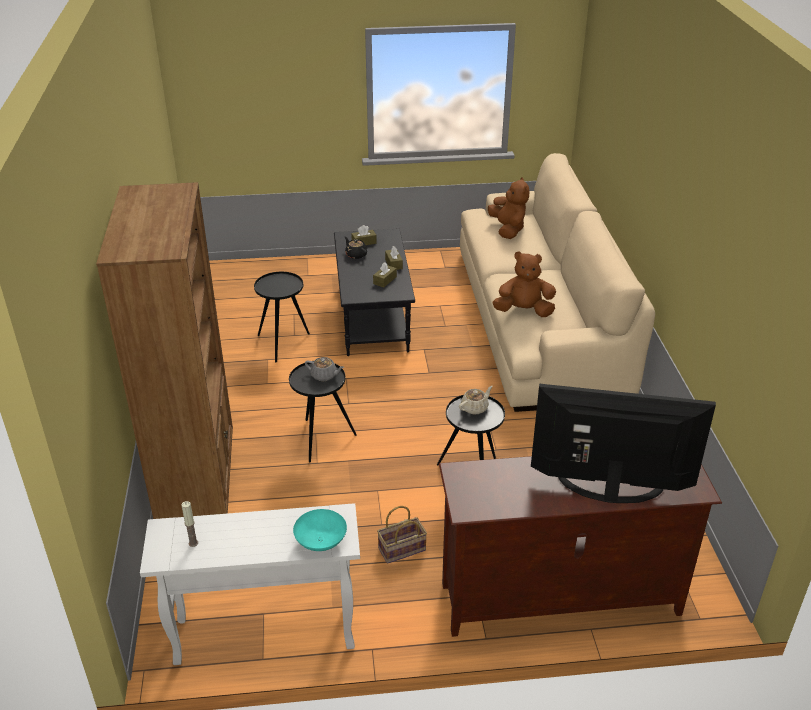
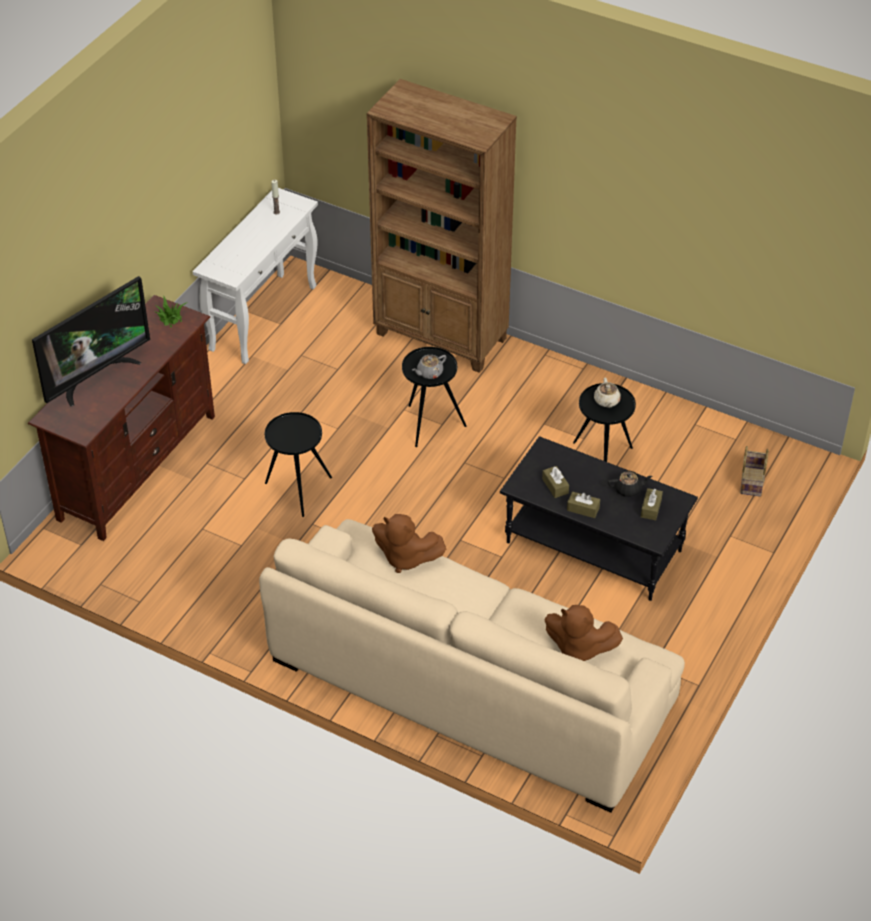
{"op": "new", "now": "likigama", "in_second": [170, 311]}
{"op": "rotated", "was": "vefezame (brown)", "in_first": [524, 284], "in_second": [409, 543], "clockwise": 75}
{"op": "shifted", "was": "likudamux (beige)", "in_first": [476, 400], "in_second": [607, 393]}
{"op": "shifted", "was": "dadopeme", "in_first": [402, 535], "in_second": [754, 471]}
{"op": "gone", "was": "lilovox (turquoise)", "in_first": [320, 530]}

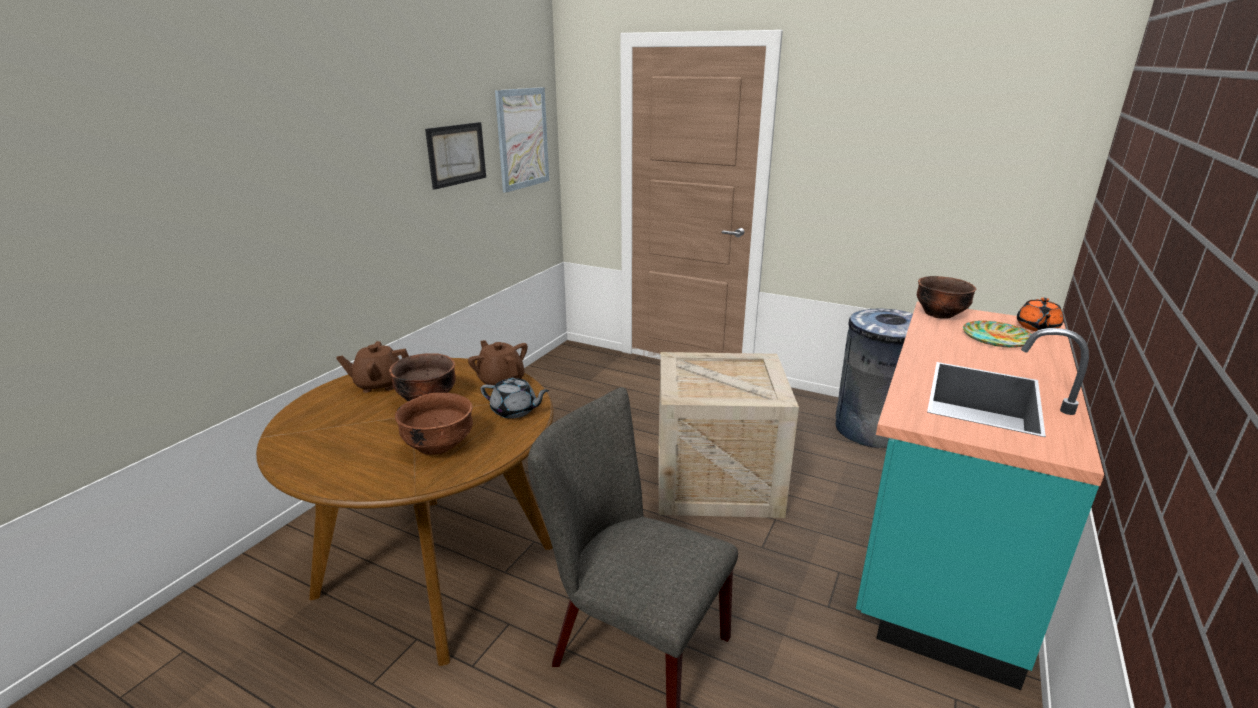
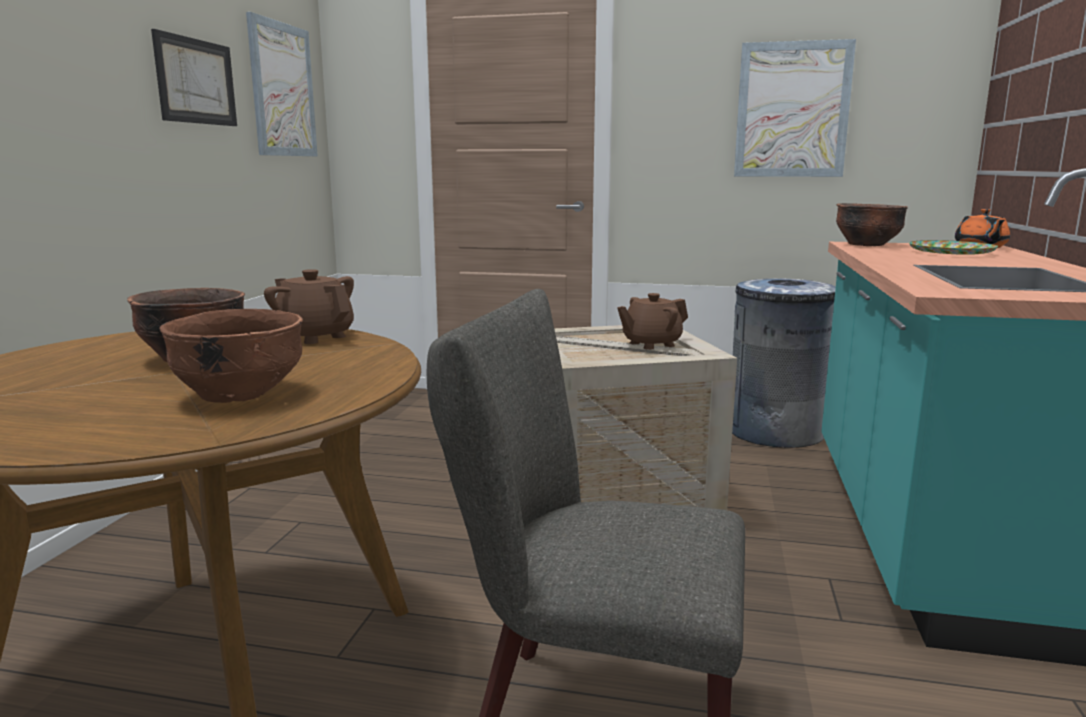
{"op": "shifted", "was": "likudamux (brown)", "in_first": [372, 367], "in_second": [652, 321]}
{"op": "new", "now": "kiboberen", "in_second": [795, 108]}
{"op": "gone", "was": "likudamux (grey)", "in_first": [514, 398]}

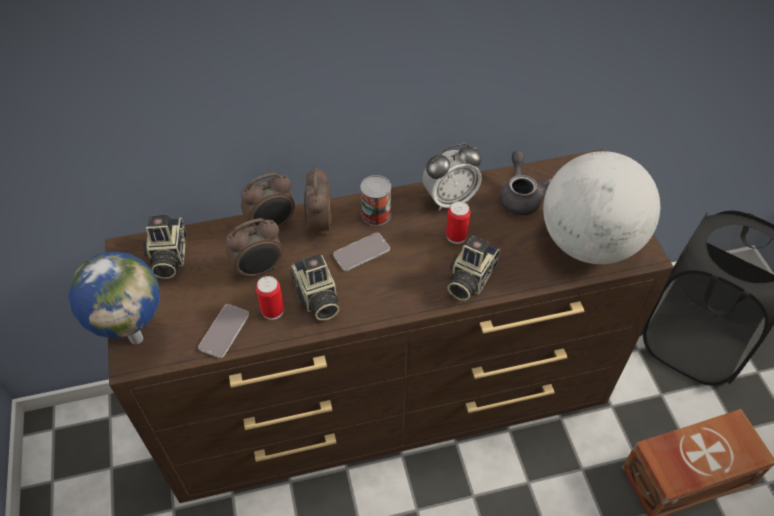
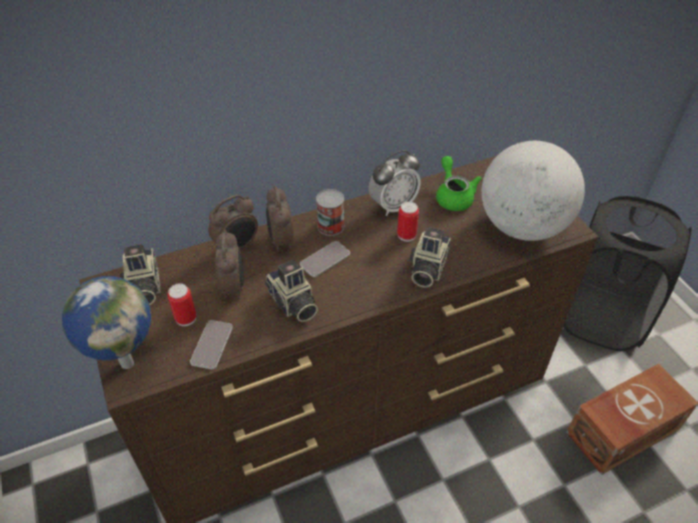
{"op": "shifted", "was": "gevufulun", "in_first": [270, 298], "in_second": [181, 304]}
{"op": "rotated", "was": "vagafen", "in_first": [254, 249], "in_second": [229, 264], "clockwise": -60}
{"op": "repainted", "was": "likudamux (grey)", "now": "likudamux (green)", "in_first": [525, 183], "in_second": [459, 183]}

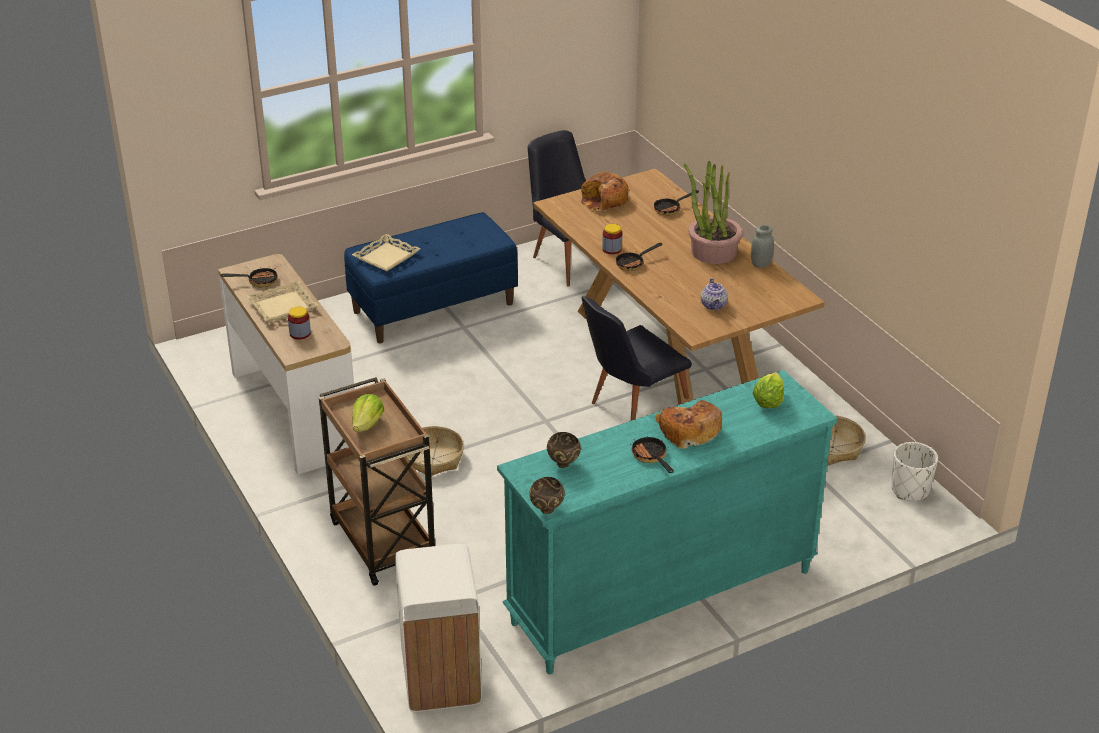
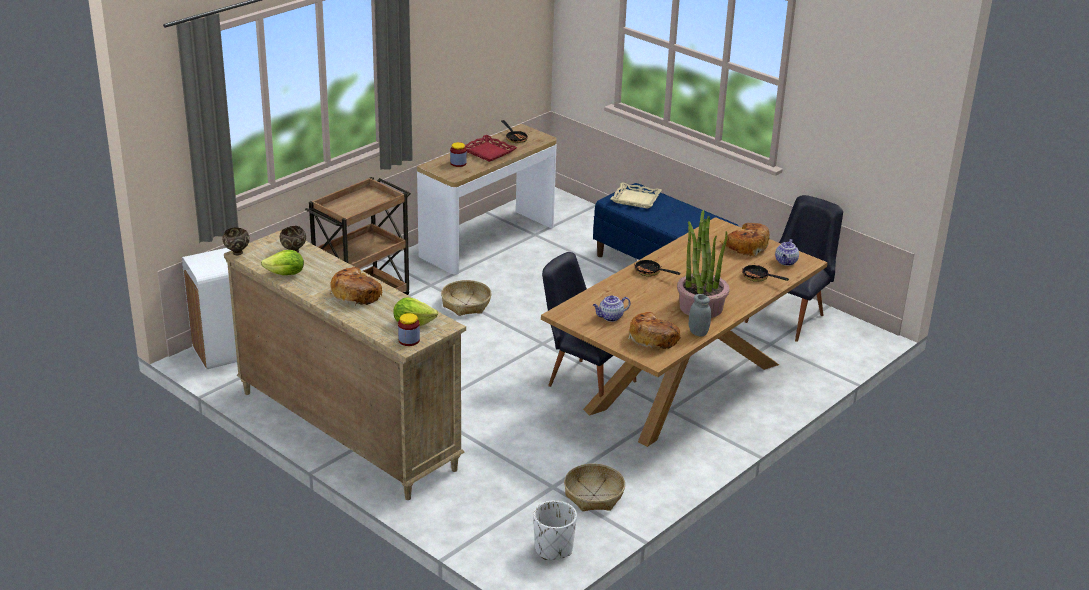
{"op": "repainted", "was": "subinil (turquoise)", "now": "subinil (beige)", "in_first": [667, 522], "in_second": [345, 364]}
{"op": "shifted", "was": "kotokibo", "in_first": [368, 413], "in_second": [282, 262]}
{"op": "shifted", "was": "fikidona", "in_first": [612, 239], "in_second": [409, 329]}
{"op": "repainted", "was": "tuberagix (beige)", "now": "tuberagix (red)", "in_first": [283, 302], "in_second": [491, 148]}
{"op": "new", "now": "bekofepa", "in_second": [654, 331]}
{"op": "new", "now": "likudamux", "in_second": [787, 252]}
{"op": "gone", "was": "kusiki", "in_first": [653, 454]}

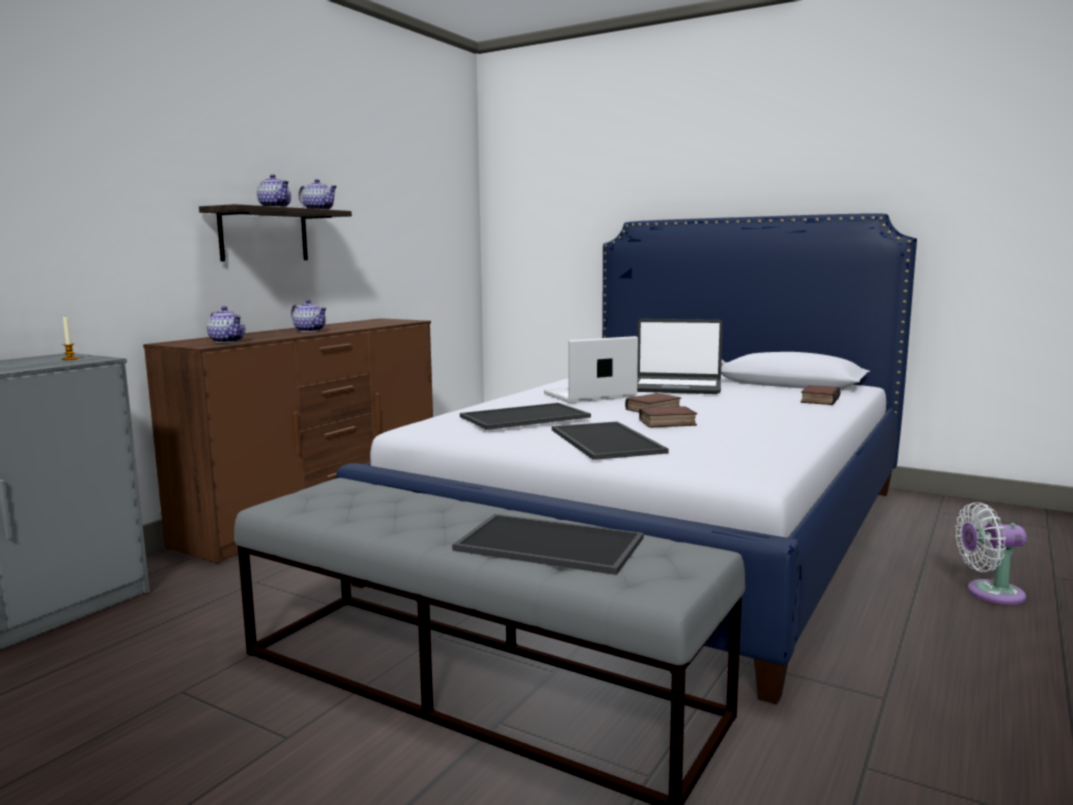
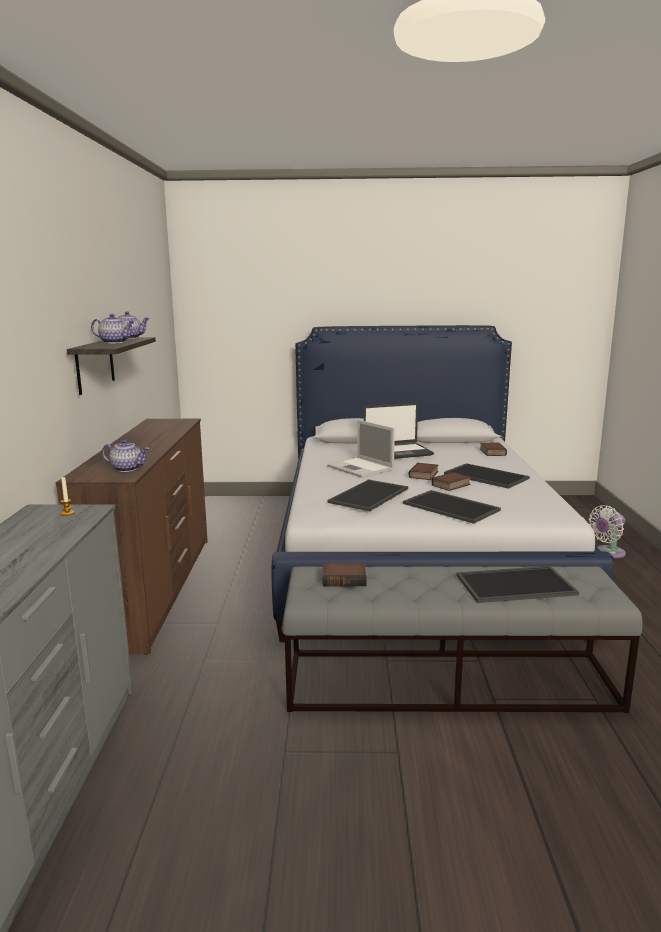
{"op": "new", "now": "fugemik", "in_second": [345, 575]}
{"op": "rotated", "was": "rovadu", "in_first": [591, 369], "in_second": [361, 449], "clockwise": -75}
{"op": "new", "now": "tuberagix", "in_second": [487, 476]}
{"op": "gone", "was": "likudamux", "in_first": [309, 316]}

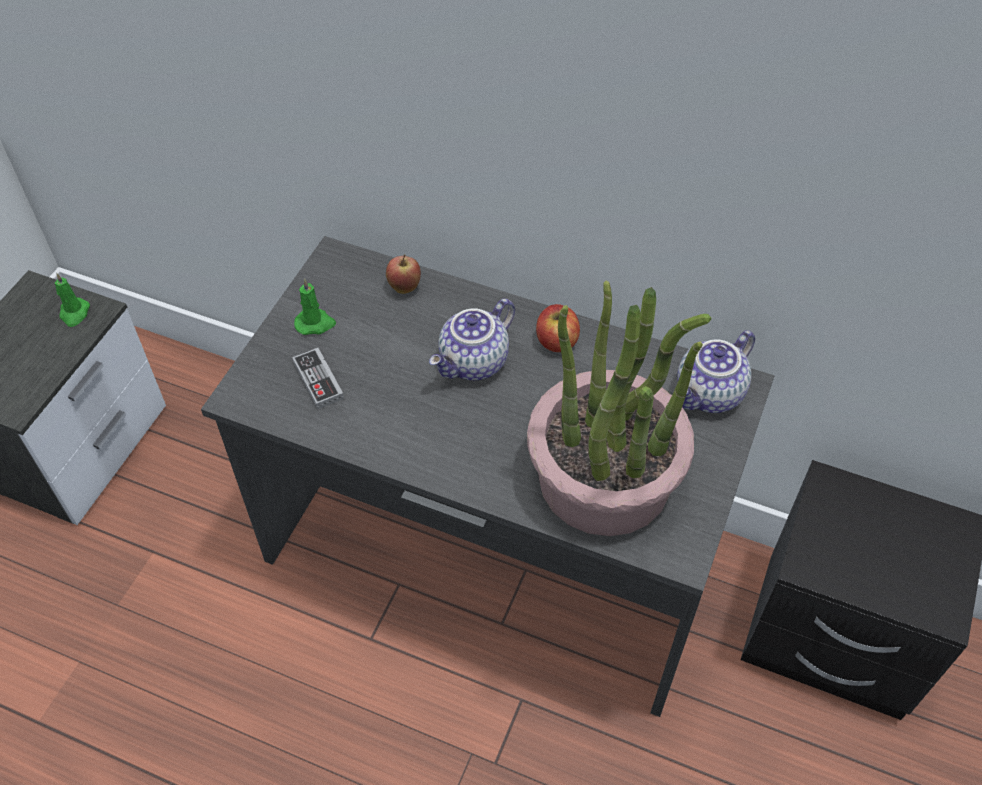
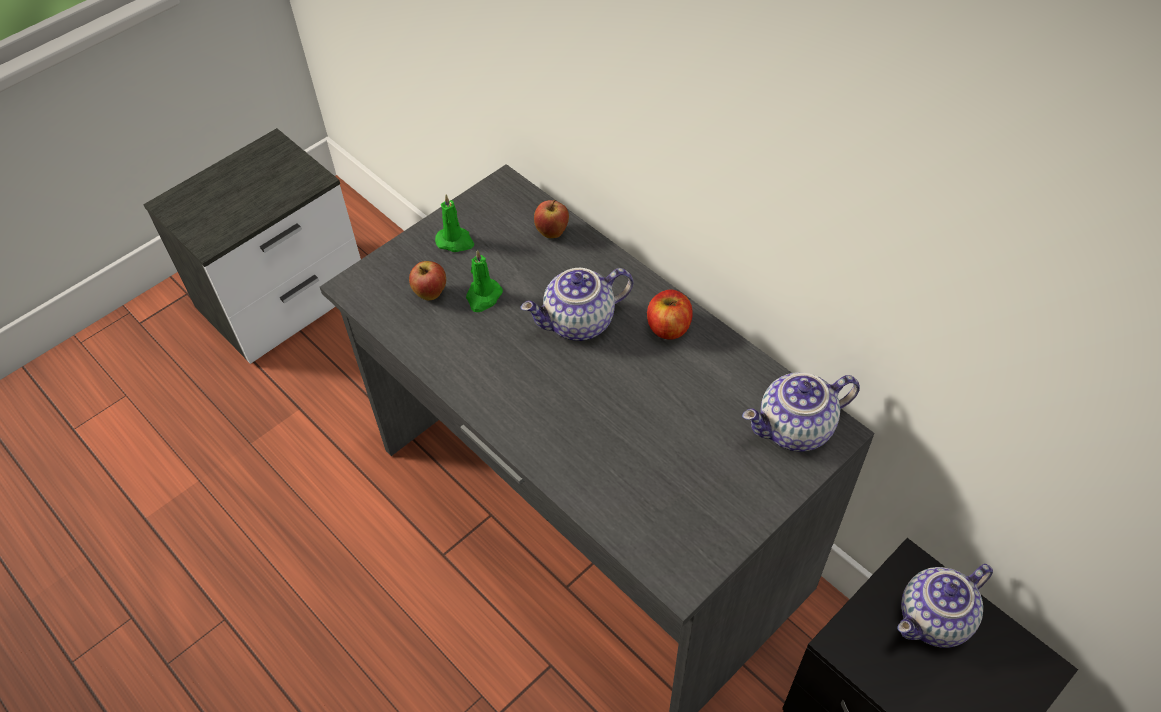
{"op": "swapped", "was": "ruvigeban", "now": "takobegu", "in_first": [318, 378], "in_second": [427, 280]}
{"op": "shifted", "was": "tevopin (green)", "in_first": [72, 300], "in_second": [484, 281]}
{"op": "new", "now": "likudamux", "in_second": [945, 606]}
{"op": "gone", "was": "likigama", "in_first": [619, 408]}

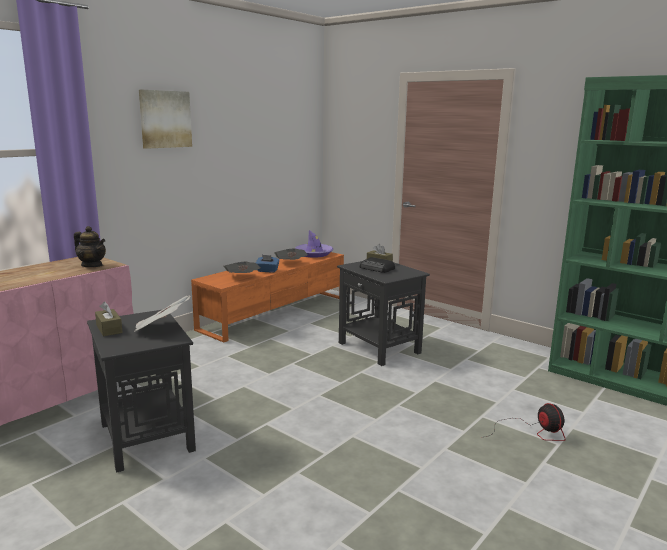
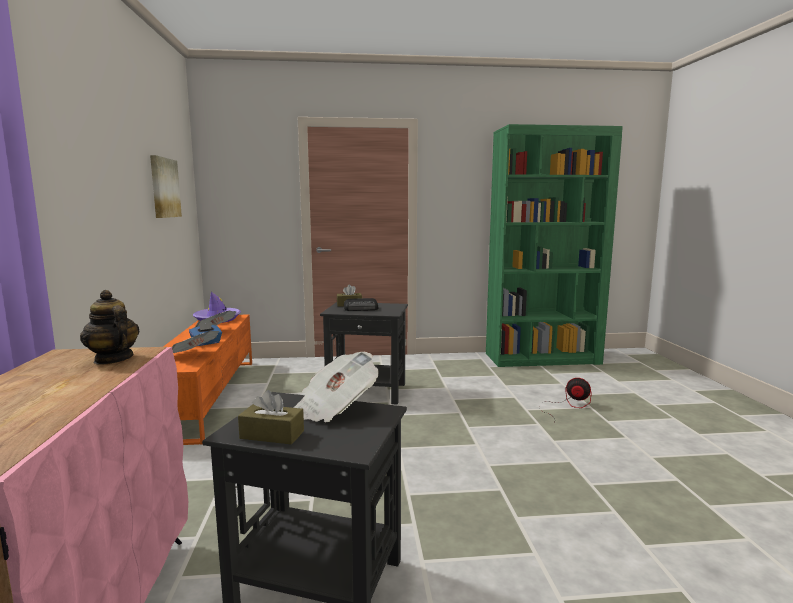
{"op": "rotated", "was": "likudamux", "in_first": [90, 246], "in_second": [109, 327], "clockwise": -120}
{"op": "shifted", "was": "kiboberen", "in_first": [165, 119], "in_second": [166, 186]}

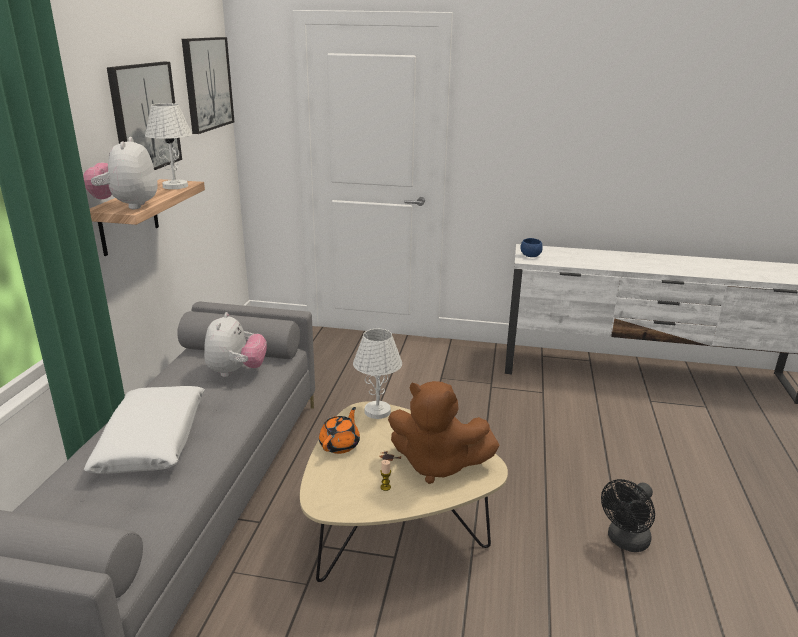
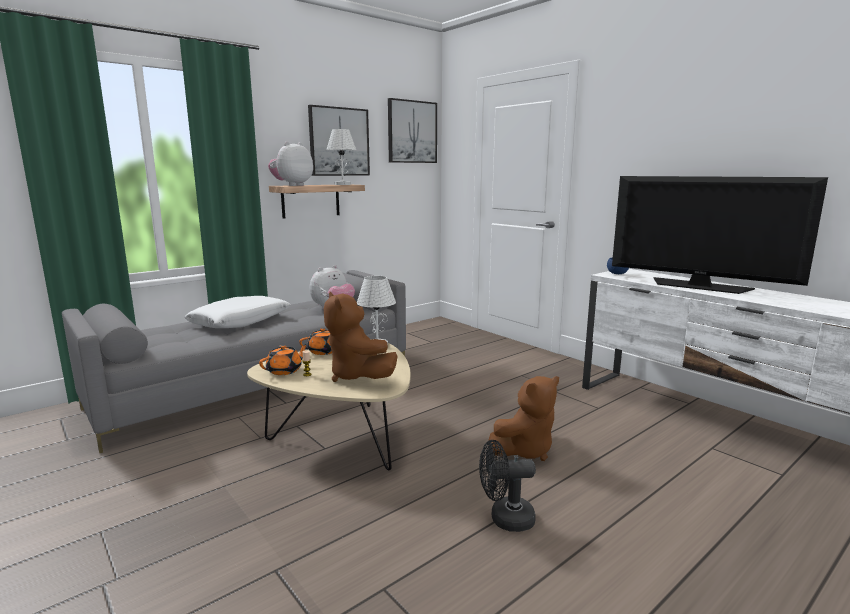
{"op": "new", "now": "likudamux (orange)", "in_second": [283, 359]}
{"op": "new", "now": "vefezame (brown)", "in_second": [523, 418]}
{"op": "new", "now": "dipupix", "in_second": [720, 235]}

